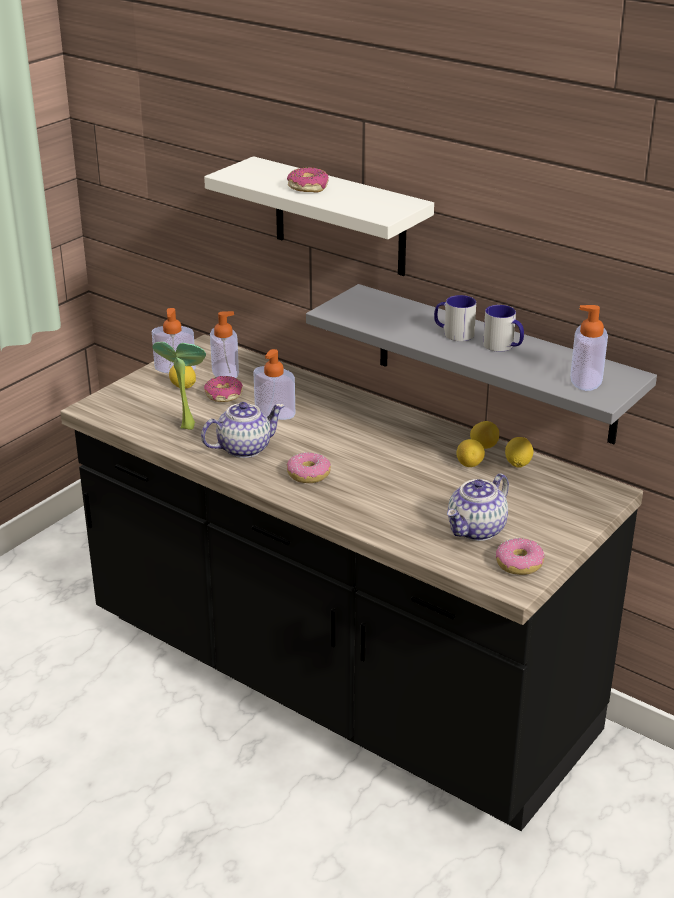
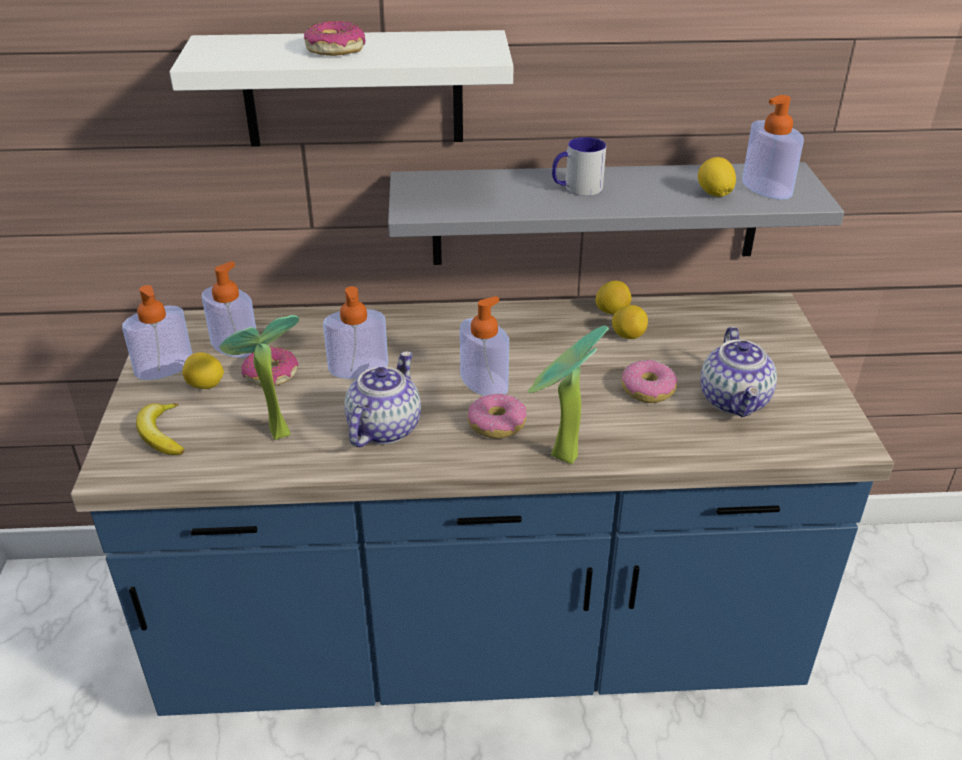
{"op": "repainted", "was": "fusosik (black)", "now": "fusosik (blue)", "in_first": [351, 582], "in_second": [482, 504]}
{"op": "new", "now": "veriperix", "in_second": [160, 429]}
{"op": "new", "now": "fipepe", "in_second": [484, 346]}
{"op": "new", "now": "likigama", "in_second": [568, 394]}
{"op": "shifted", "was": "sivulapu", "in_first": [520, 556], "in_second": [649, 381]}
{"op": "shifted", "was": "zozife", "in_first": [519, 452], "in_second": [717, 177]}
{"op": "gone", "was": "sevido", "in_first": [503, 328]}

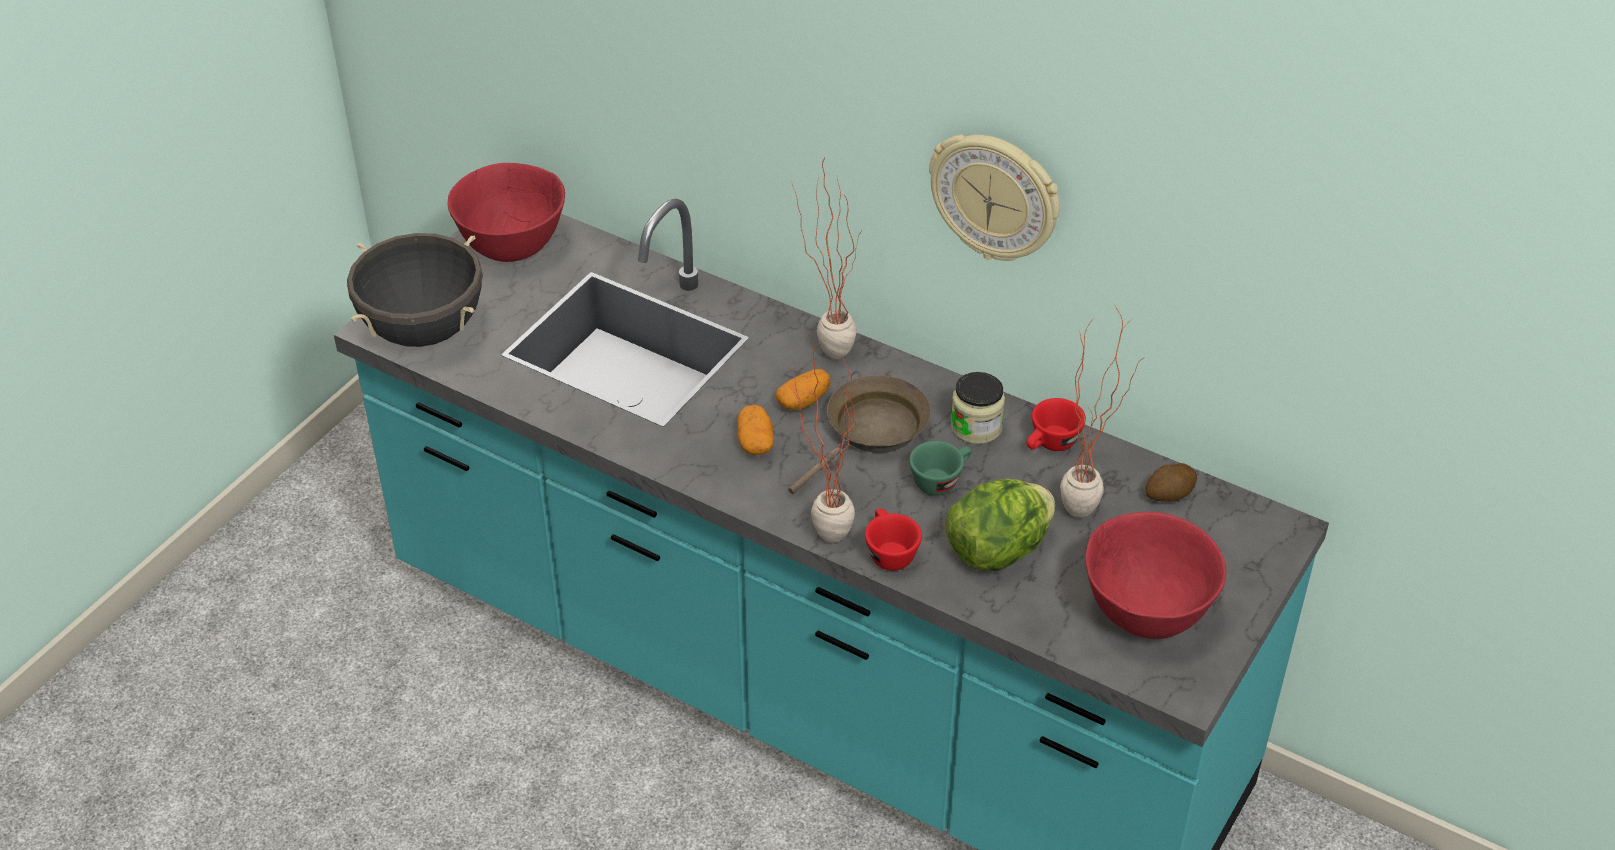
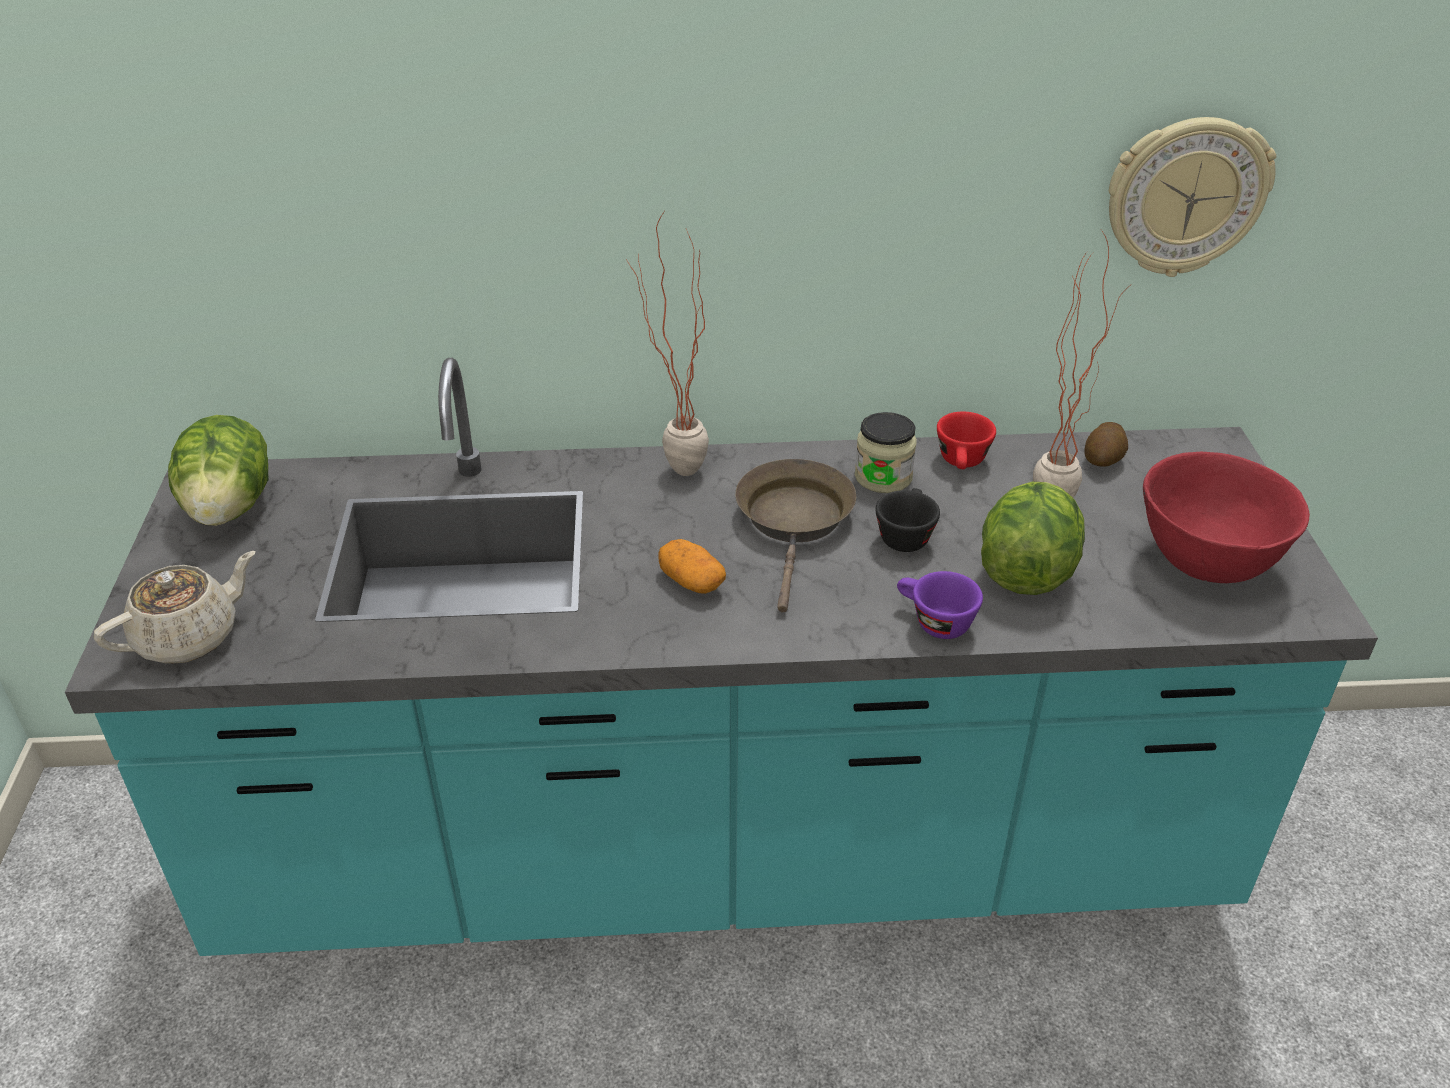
{"op": "swapped", "was": "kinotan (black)", "now": "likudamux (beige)", "in_first": [415, 290], "in_second": [175, 607]}
{"op": "swapped", "was": "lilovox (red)", "now": "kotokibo", "in_first": [506, 212], "in_second": [218, 470]}
{"op": "repainted", "was": "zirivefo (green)", "now": "zirivefo (black)", "in_first": [940, 468], "in_second": [907, 520]}
{"op": "repainted", "was": "zirivefo (red)", "now": "zirivefo (purple)", "in_first": [893, 540], "in_second": [940, 605]}
{"op": "shifted", "was": "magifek", "in_first": [994, 198], "in_second": [1192, 197]}
{"op": "gone", "was": "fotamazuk", "in_first": [803, 389]}
{"op": "gone", "was": "likigama", "in_first": [821, 443]}

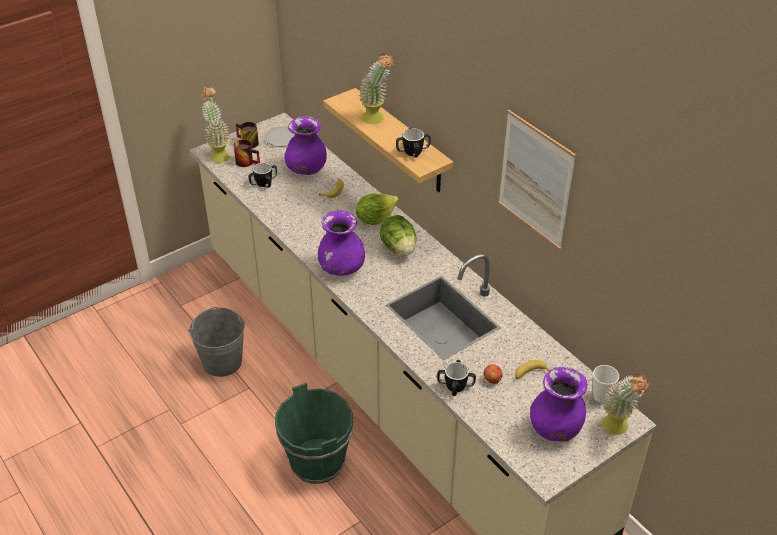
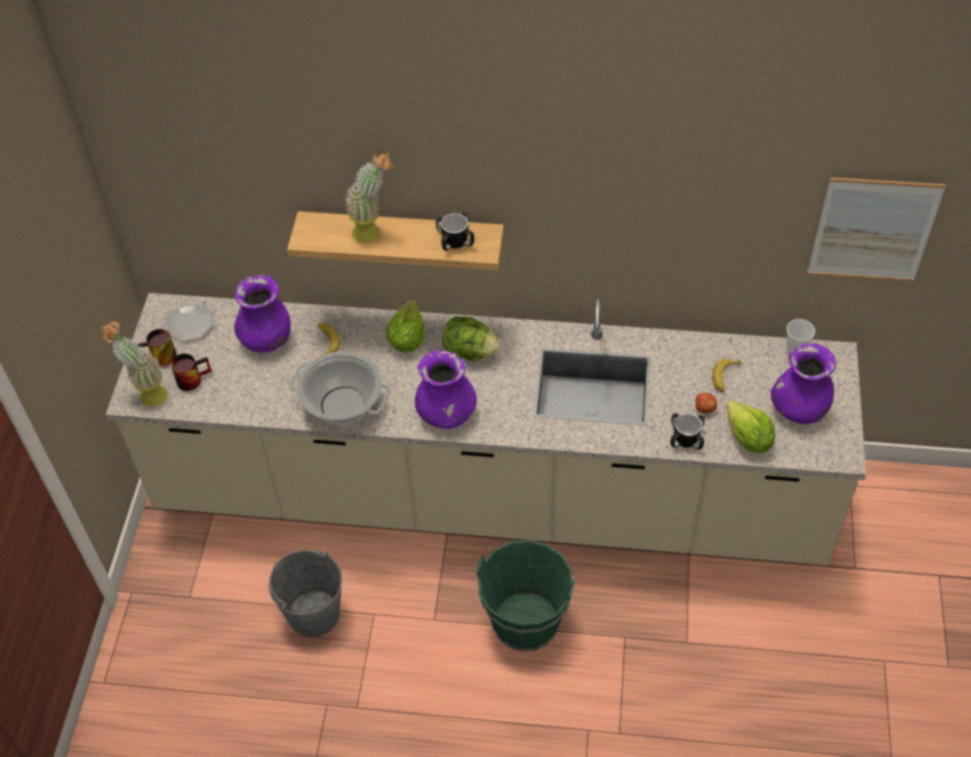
{"op": "new", "now": "kinotan", "in_second": [340, 387]}
{"op": "new", "now": "kotokibo", "in_second": [750, 426]}
{"op": "shifted", "was": "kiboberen", "in_first": [537, 180], "in_second": [876, 229]}
{"op": "gone", "was": "sevido", "in_first": [262, 175]}
{"op": "gone", "was": "likigama", "in_first": [625, 404]}

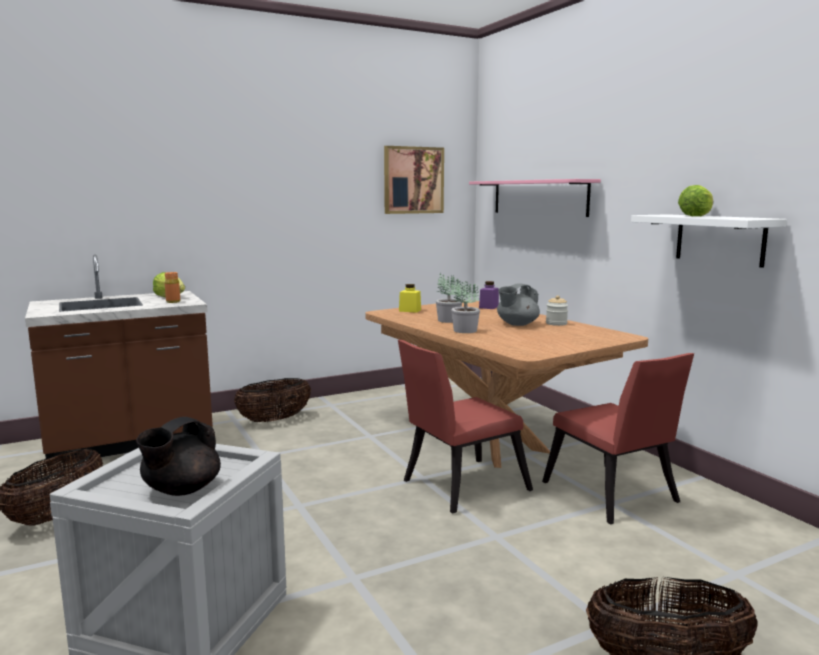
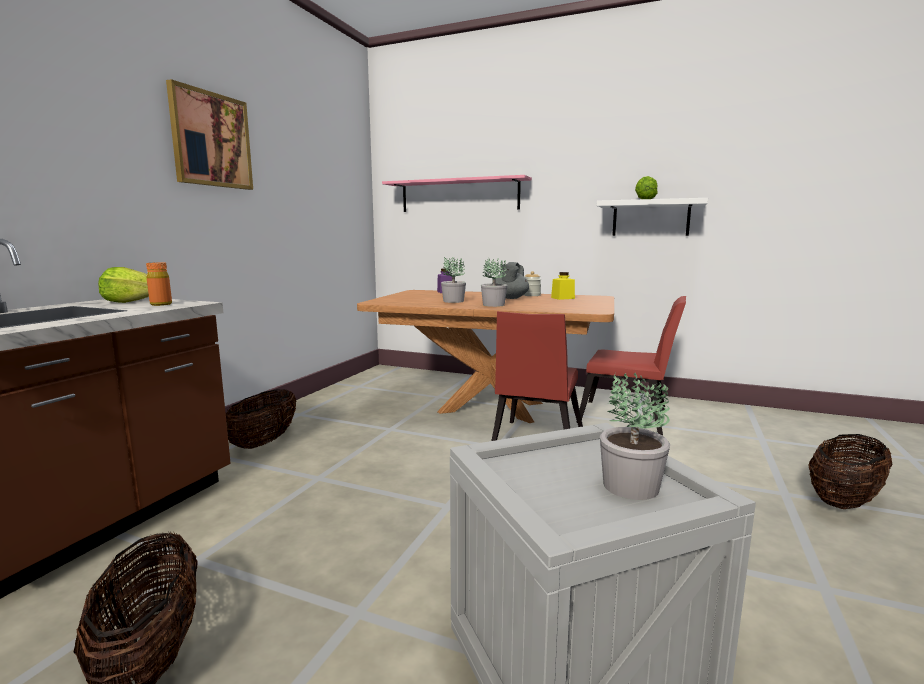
{"op": "shifted", "was": "kiboberen", "in_first": [414, 180], "in_second": [209, 134]}
{"op": "shifted", "was": "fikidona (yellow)", "in_first": [410, 298], "in_second": [563, 286]}
{"op": "swapped", "was": "likudamux (black)", "now": "likigama", "in_first": [178, 456], "in_second": [635, 436]}

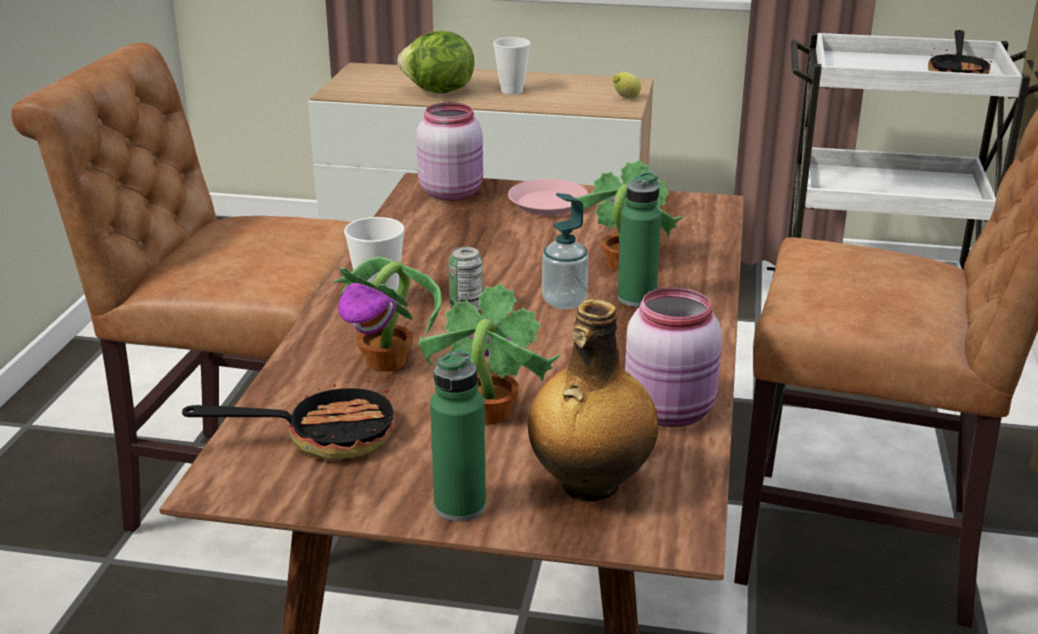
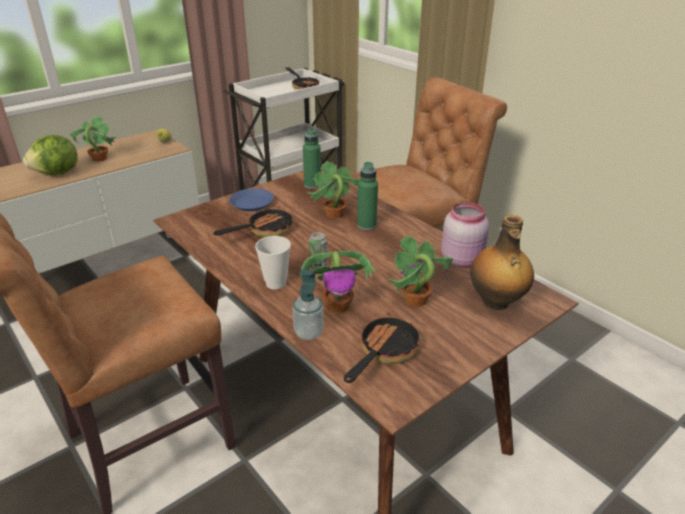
{"op": "swapped", "was": "zirivefo", "now": "likigama", "in_first": [512, 65], "in_second": [93, 139]}
{"op": "new", "now": "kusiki", "in_second": [252, 221]}
{"op": "repainted", "was": "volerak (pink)", "now": "volerak (blue)", "in_first": [548, 197], "in_second": [251, 199]}
{"op": "shifted", "was": "fipepe", "in_first": [565, 251], "in_second": [308, 305]}
{"op": "shifted", "was": "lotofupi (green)", "in_first": [458, 435], "in_second": [312, 159]}
{"op": "gone", "was": "fikidona (pink)", "in_first": [449, 151]}

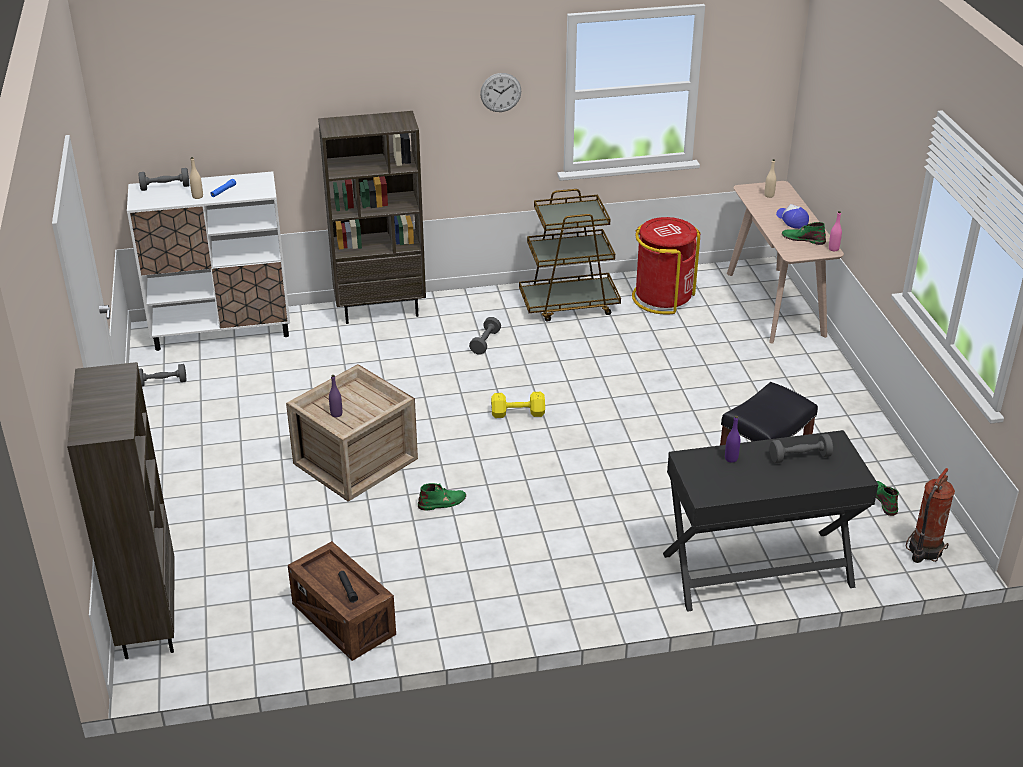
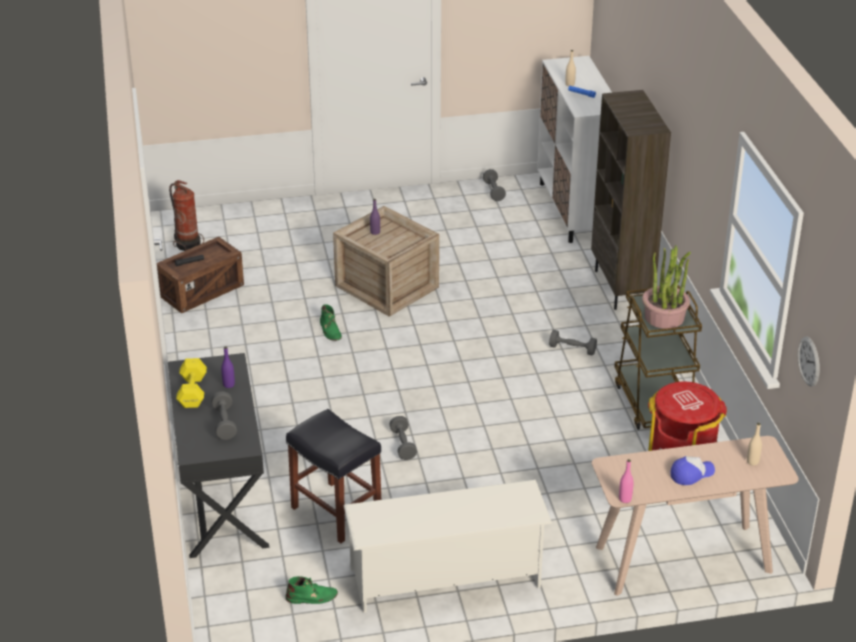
{"op": "shifted", "was": "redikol", "in_first": [930, 515], "in_second": [186, 215]}
{"op": "shifted", "was": "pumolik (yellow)", "in_first": [518, 405], "in_second": [191, 383]}
{"op": "new", "now": "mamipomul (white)", "in_second": [447, 546]}
{"op": "shifted", "was": "pumolik (grey)", "in_first": [164, 179], "in_second": [403, 438]}
{"op": "new", "now": "likigama", "in_second": [666, 287]}
{"op": "shifted", "was": "magifek", "in_first": [500, 92], "in_second": [809, 362]}
{"op": "gone", "was": "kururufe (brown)", "in_first": [120, 510]}
{"op": "gone", "was": "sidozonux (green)", "in_first": [804, 233]}

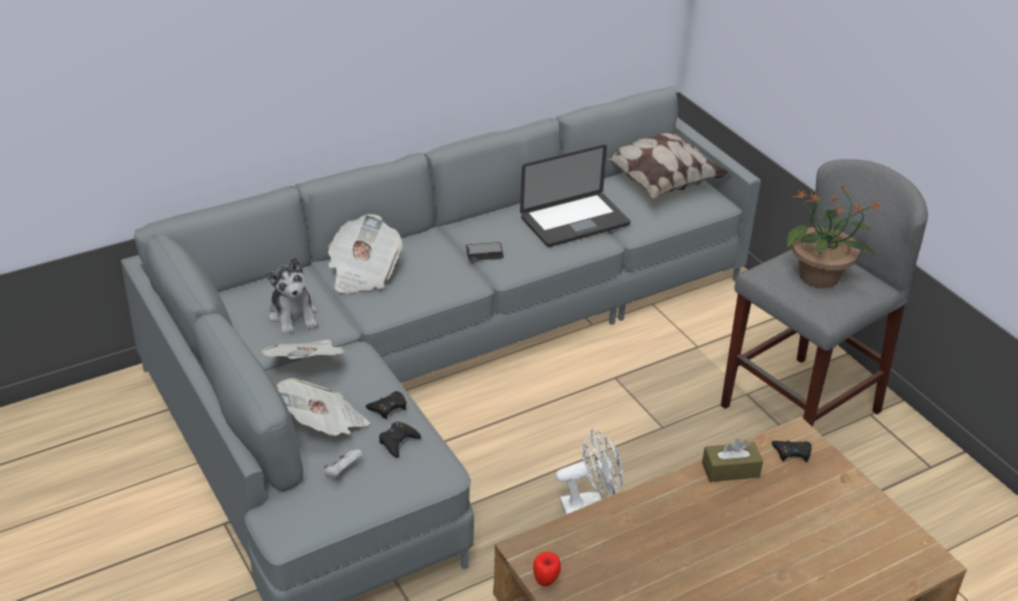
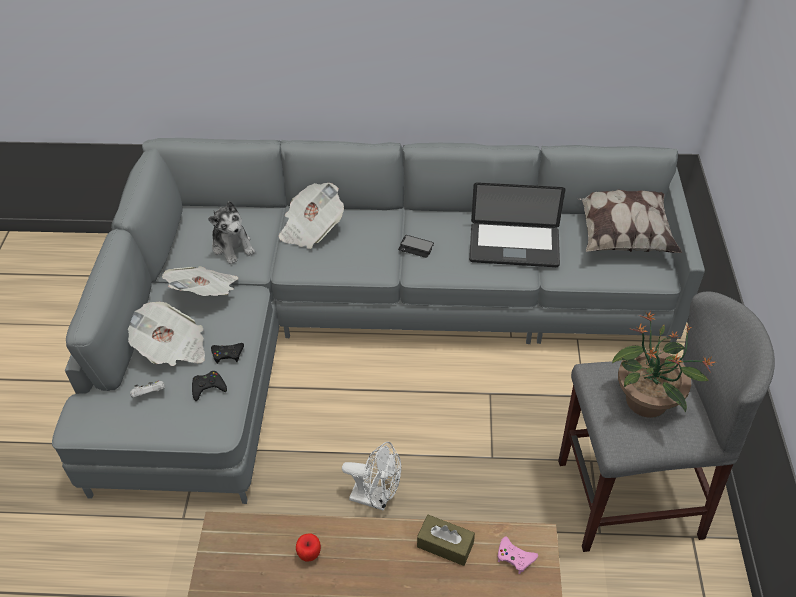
{"op": "rotated", "was": "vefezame", "in_first": [291, 296], "in_second": [231, 232], "clockwise": -45}
{"op": "shifted", "was": "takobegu", "in_first": [547, 569], "in_second": [308, 547]}
{"op": "repainted", "was": "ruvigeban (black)", "now": "ruvigeban (pink)", "in_first": [792, 451], "in_second": [517, 555]}

